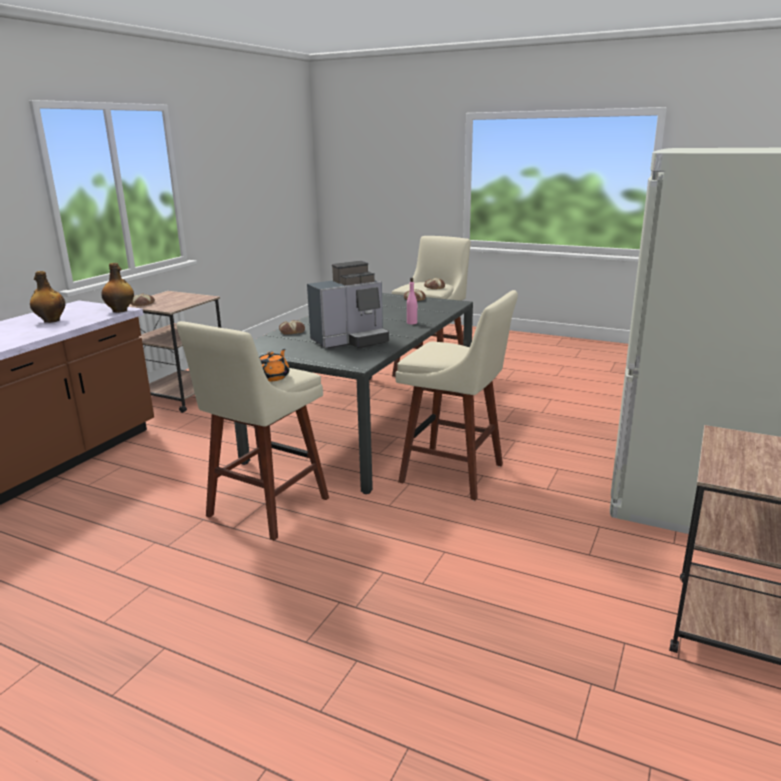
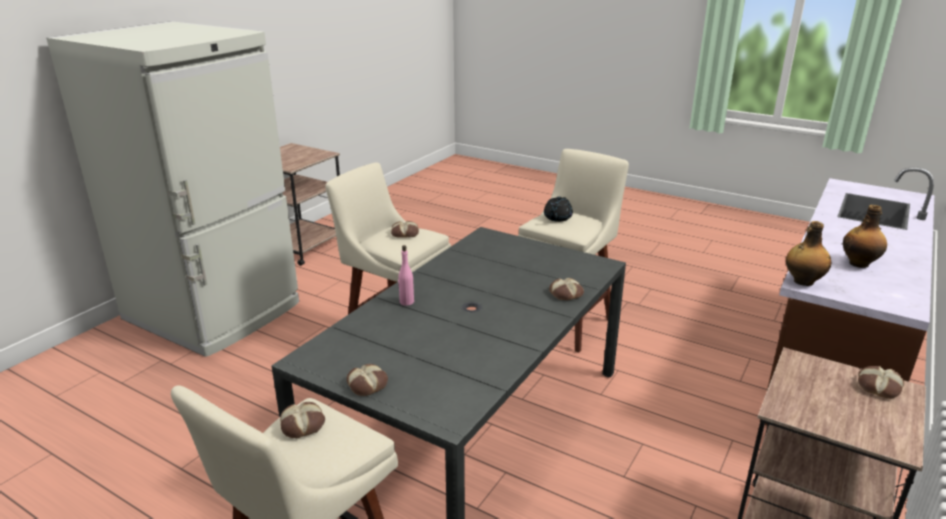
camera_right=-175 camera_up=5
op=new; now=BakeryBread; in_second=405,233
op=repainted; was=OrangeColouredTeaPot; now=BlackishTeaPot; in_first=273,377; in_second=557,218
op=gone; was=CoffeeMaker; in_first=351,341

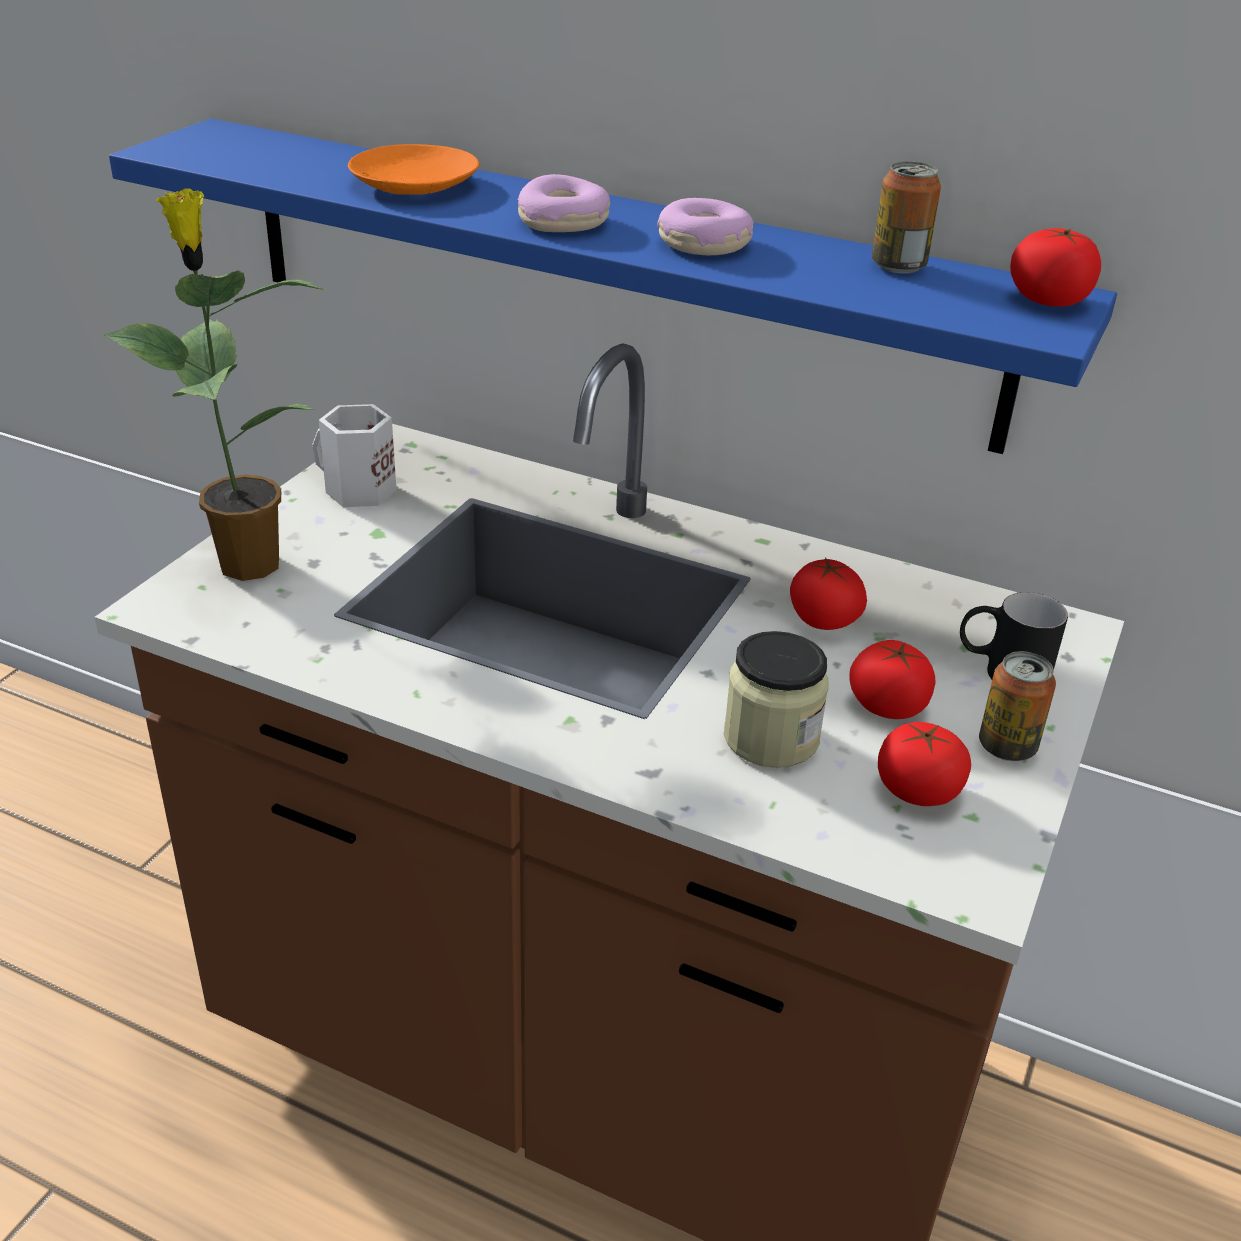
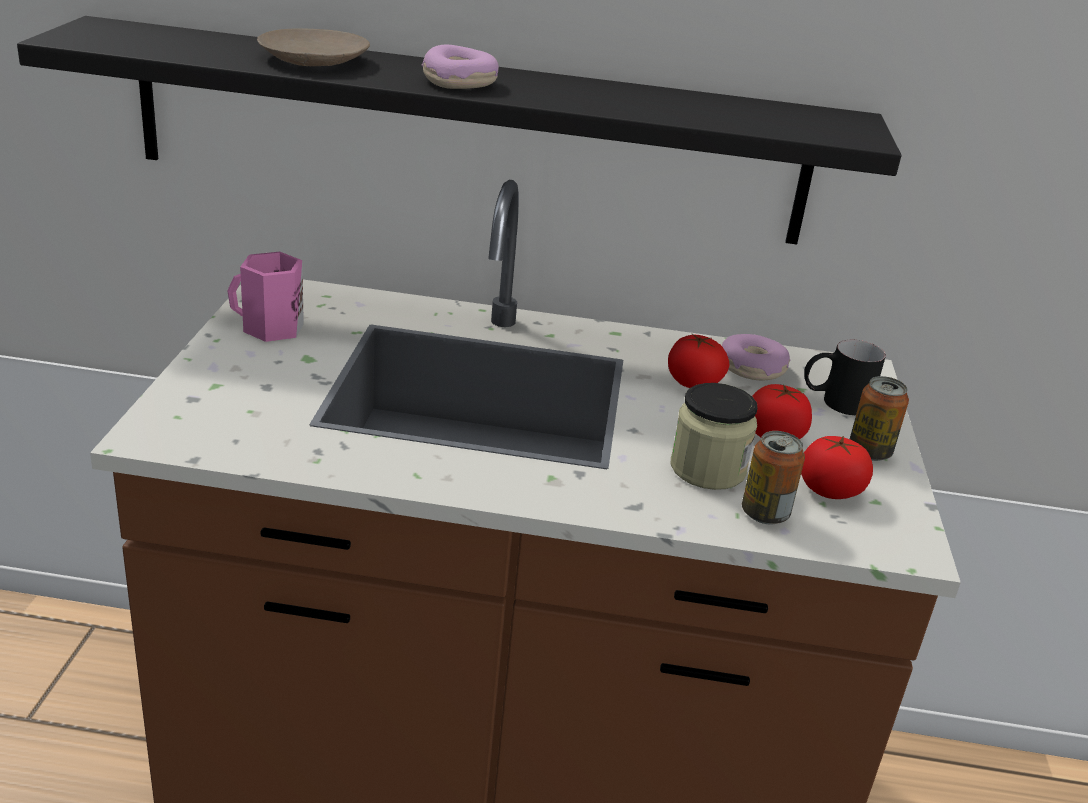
camera_right=-20 camera_up=-5
op=repainted; was=BlueBracketShelf; now=BlackishBracketShelf; in_first=606,278; in_second=470,133
op=repainted; was=WhitishTeaMug; now=PinkishTeaMug; in_first=357,491; in_second=270,328
op=repainted; was=OrangeColouredFlatDish; now=BeigeFlatDish; in_first=414,185; in_second=314,60
op=shifted; was=Doughnut; in_first=704,244; in_second=752,368
op=shifted; was=SealedCan; in_first=898,266; in_second=765,513
op=gone; was=PlantInAPot; in_first=246,562
op=gone; was=WholeTomato; in_first=1048,300

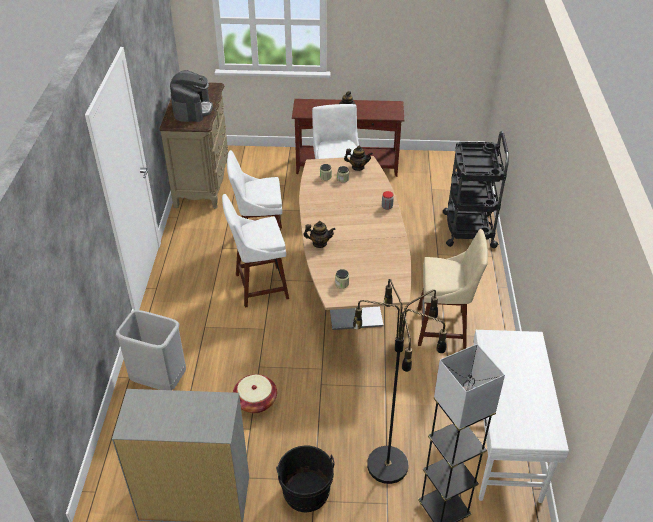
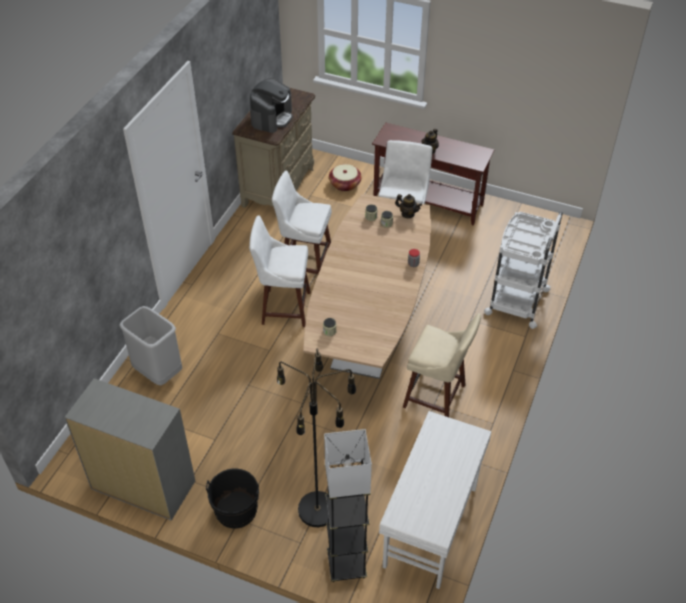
camera_right=20 camera_up=5
op=shifted; was=StorageBasket; in_first=255,401; in_second=345,184
op=repainted; was=BlackishTrolley; now=WhitishTrolley; in_first=468,229; in_second=516,302
op=gone; was=TeaPot; in_first=319,243

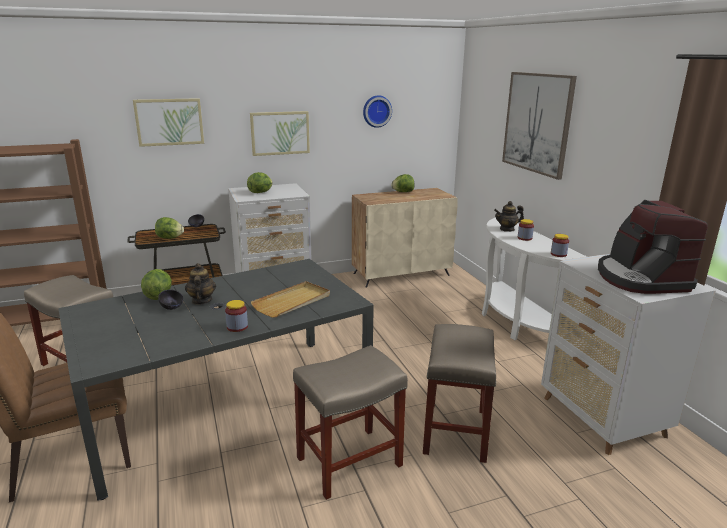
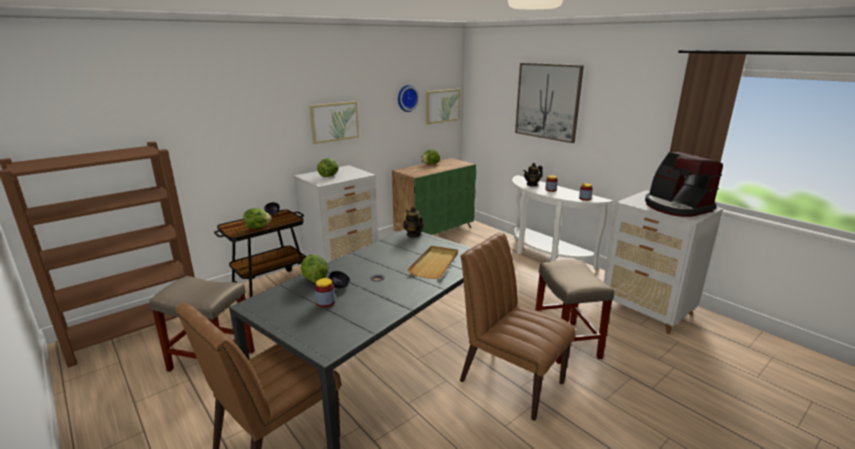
camera_right=-20 camera_up=0
op=shifted; was=StorageJar; in_first=237,327; in_second=325,302
op=repainted; was=BeigeCabinet; now=GreenColouredCabinet; in_first=401,274; in_second=434,232
op=shifted; was=TeaPot; in_first=201,300; in_second=413,234
op=shifted; was=WallArt; in_first=169,122; in_second=442,106
op=swapped; was=BeigeStool; now=BrownColouredChair; in_first=350,461; in_second=512,382

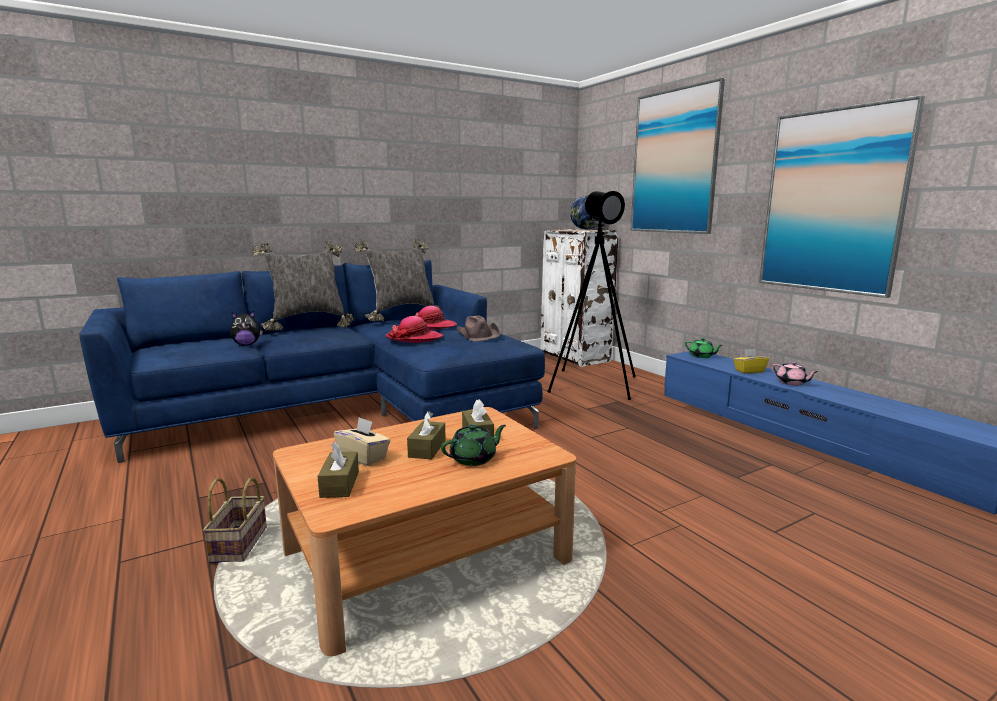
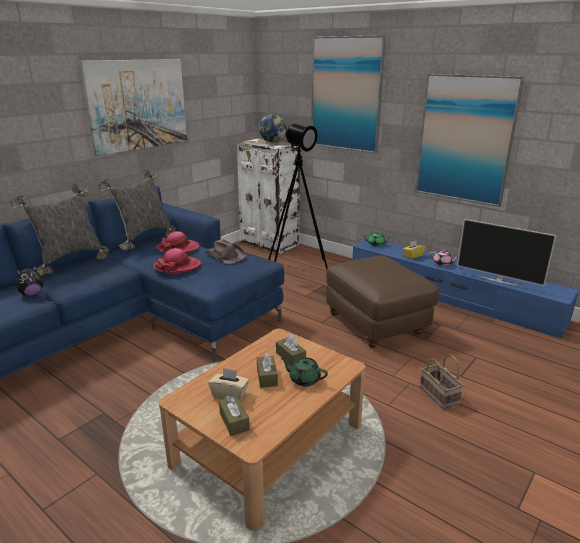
camera_right=-20 camera_up=10
op=new; now=WallArt; in_second=138,105
op=rotated; was=GreenColouredTeaPot; in_first=474,459; in_second=304,379; clockwise=-105
op=new; now=BrownColouredFootrest; in_second=377,323
op=shifted; was=StorageBasket; in_first=240,545; in_second=440,395
op=new; now=Television; in_second=498,280

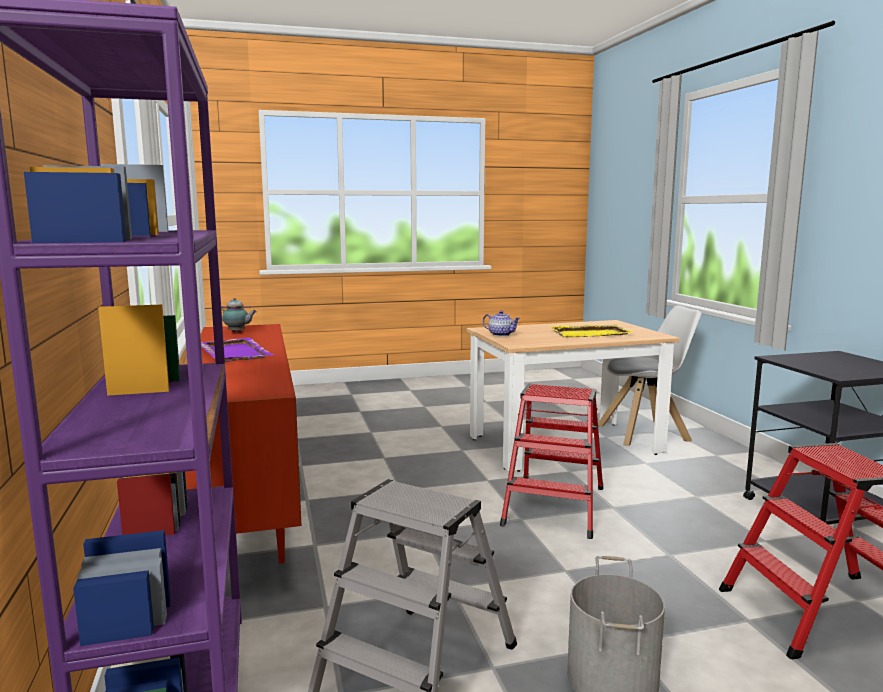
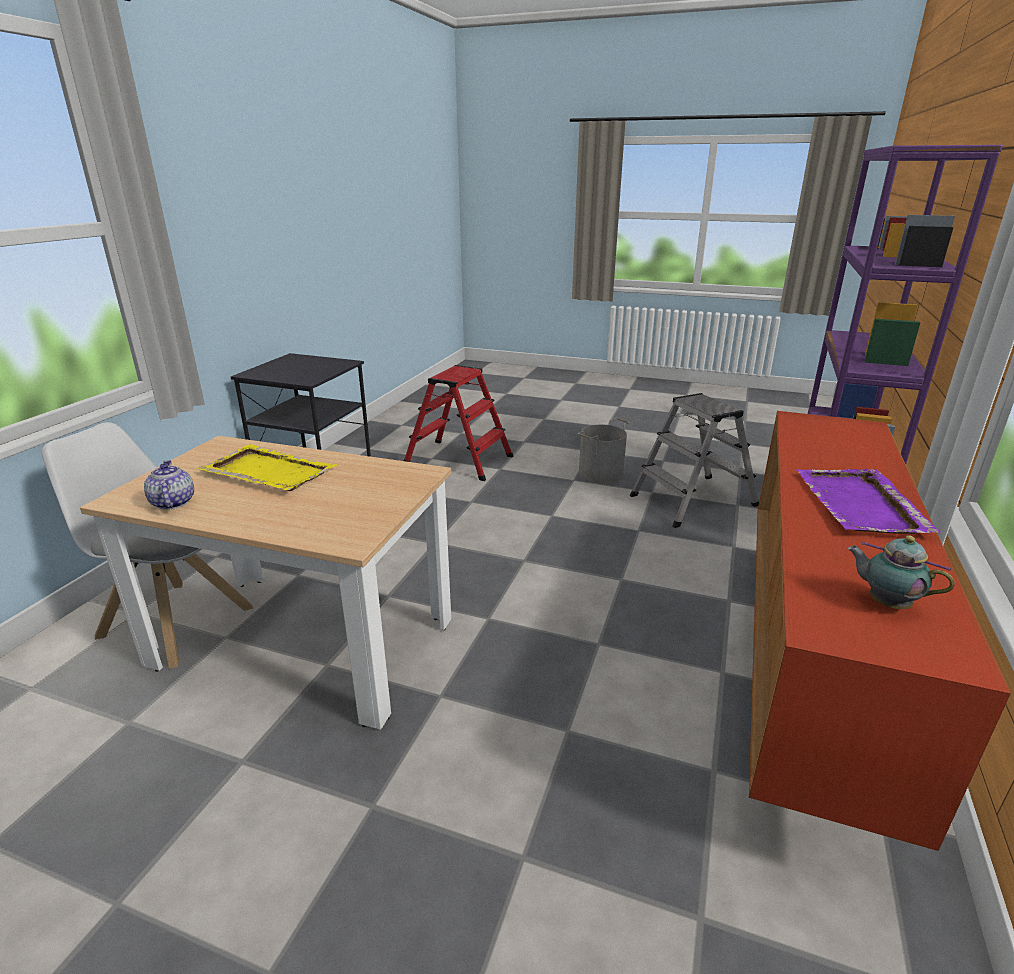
camera_right=-145 camera_up=15
op=shifted; was=TeaPot; in_first=500,334; in_second=172,503
op=gone; was=RedColouredStepladder; in_first=555,505

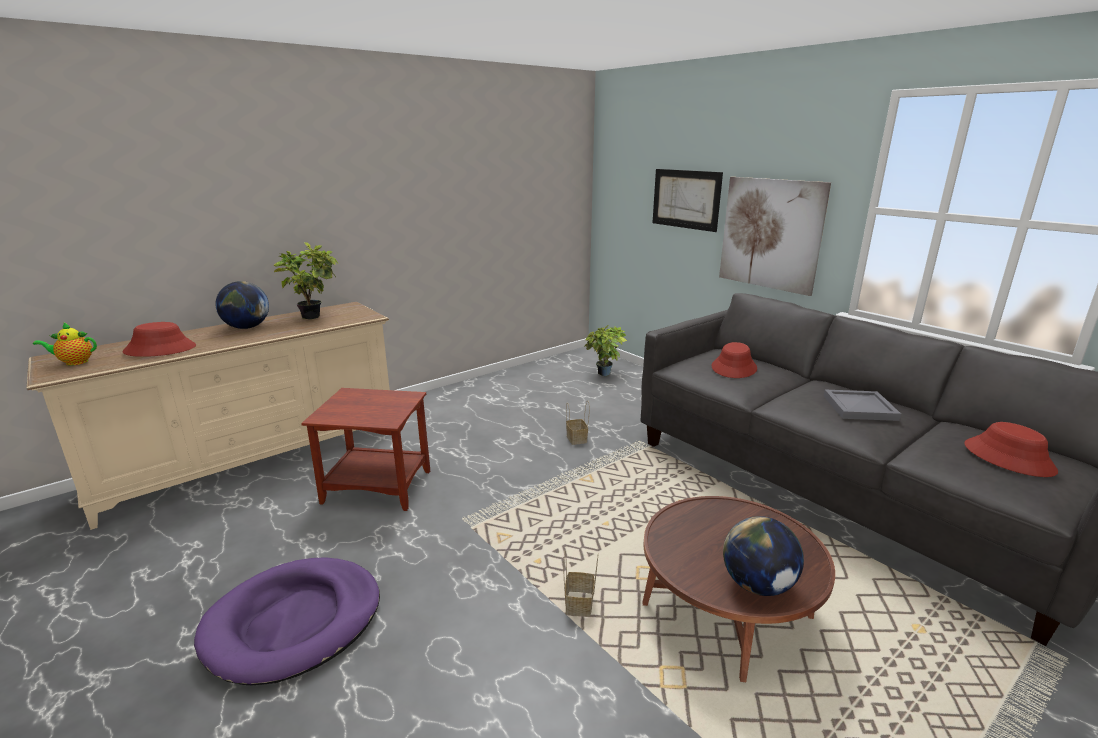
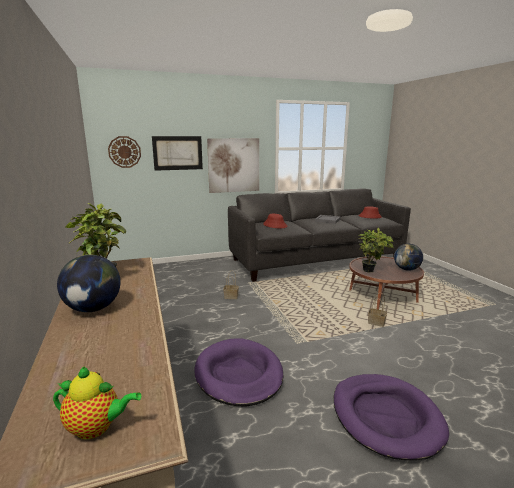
camera_right=-70 camera_up=-5
op=rotated; was=TeaPot; in_first=74,362; in_second=97,428; clockwise=-90
op=new; now=ClockOnTheWall; in_second=124,152
op=swapped; was=BrownColouredSideTable; now=PurplishDogBed; in_first=376,487; in_second=239,374
op=shifted; was=PlantInAPot; in_first=604,375; in_second=371,271
op=gone; was=RedColouredClothingHat; in_first=160,349

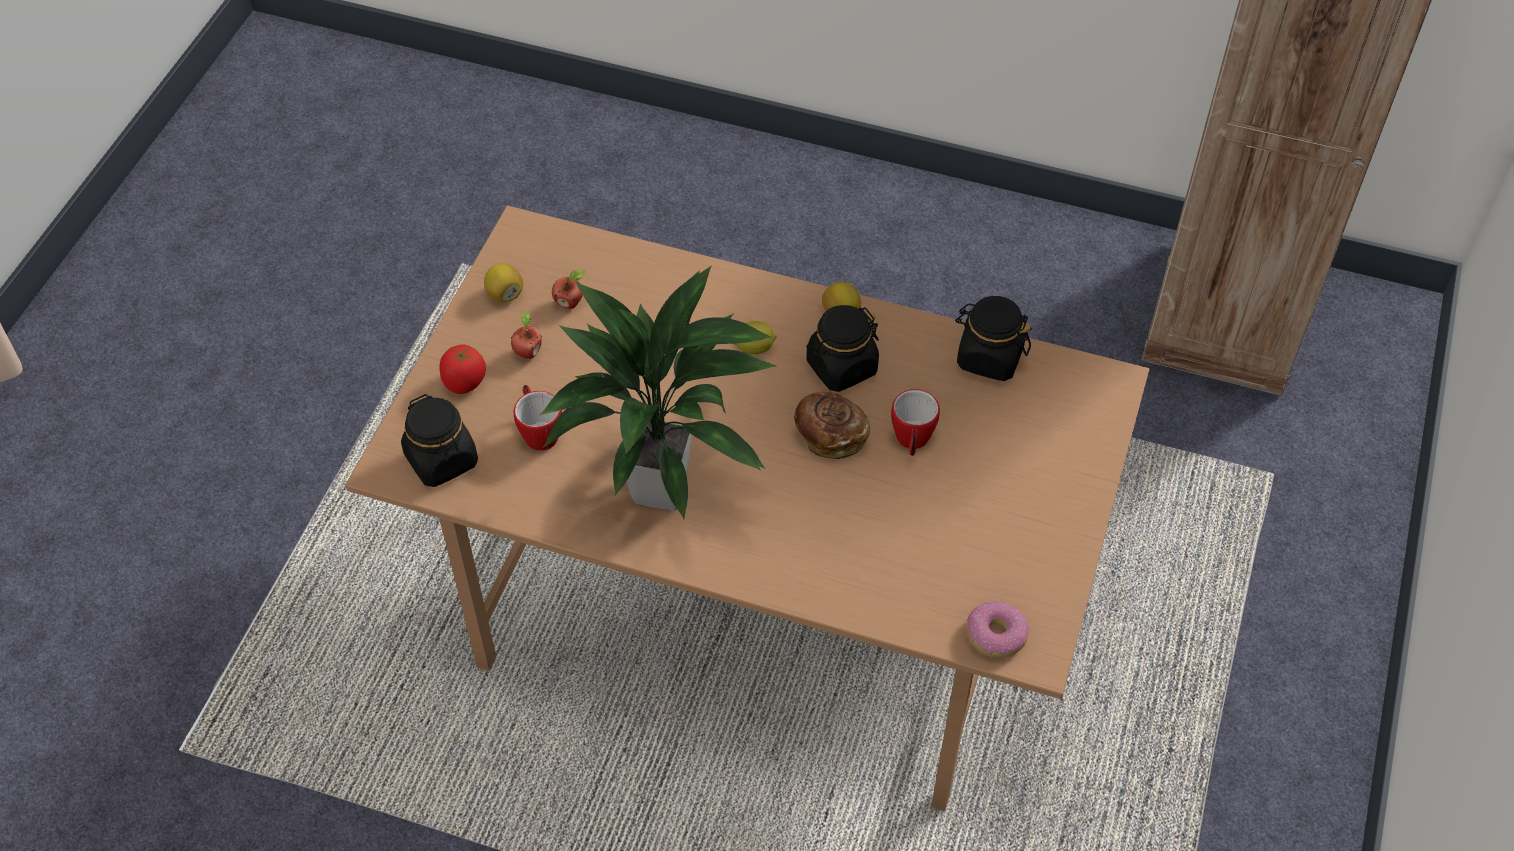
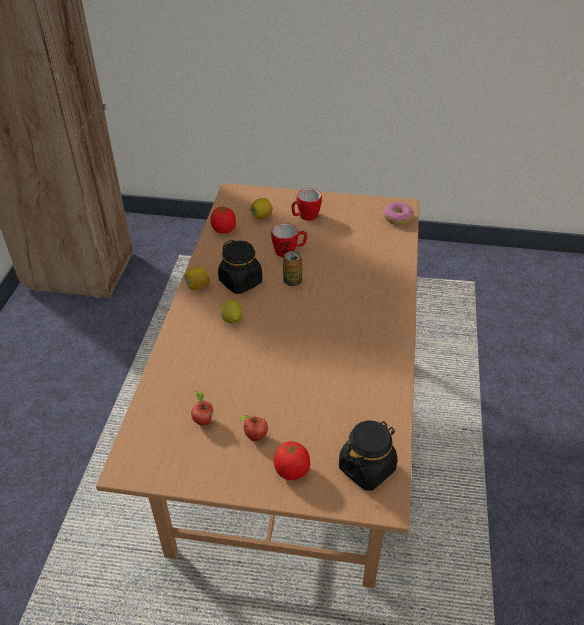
camera_right=-100 camera_up=-10
op=swapped; was=BlackishStorageJar; now=WholeTomato; in_first=989,357; in_second=224,230
op=shifted; was=WholeLemon; in_first=505,294; in_second=261,216
op=swapped; was=BakeryBread; now=SealedCan; in_first=830,435; in_second=292,281
op=shifted; was=TeaMug; in_first=539,431; in_second=305,217
op=gone; was=PlantInAPot; in_first=662,492

